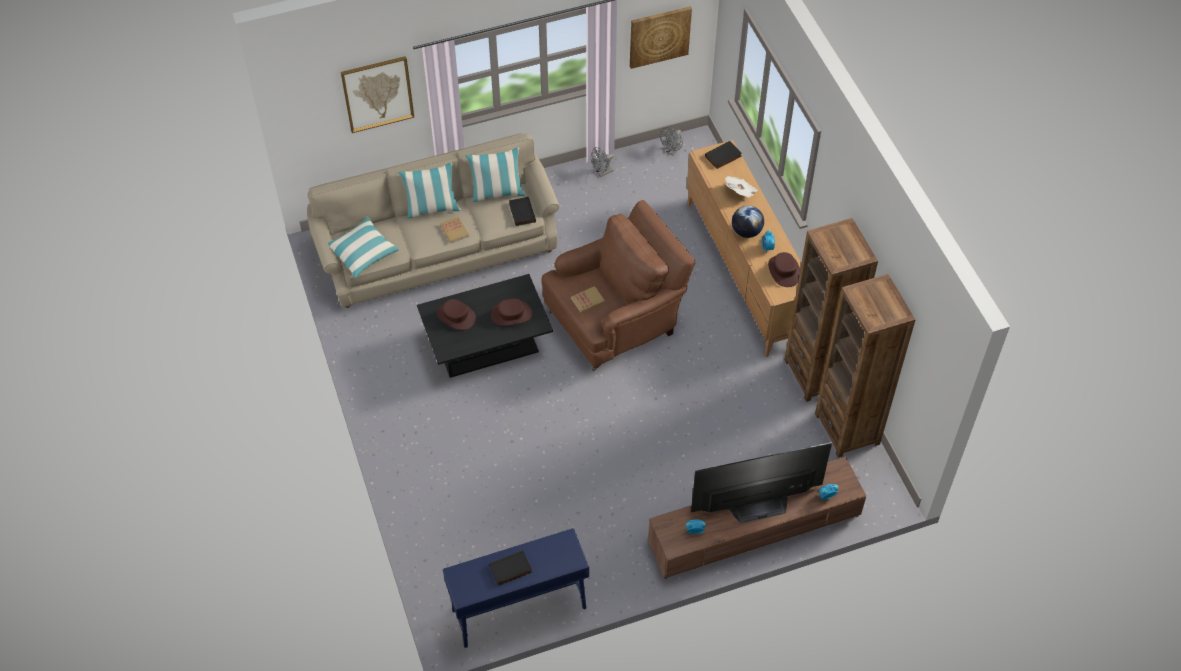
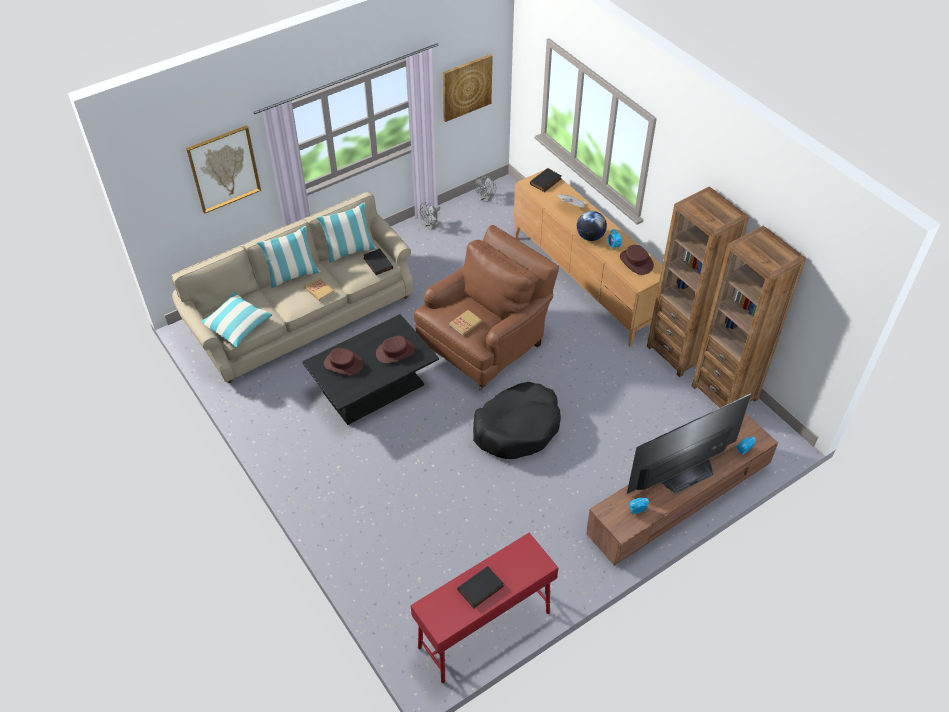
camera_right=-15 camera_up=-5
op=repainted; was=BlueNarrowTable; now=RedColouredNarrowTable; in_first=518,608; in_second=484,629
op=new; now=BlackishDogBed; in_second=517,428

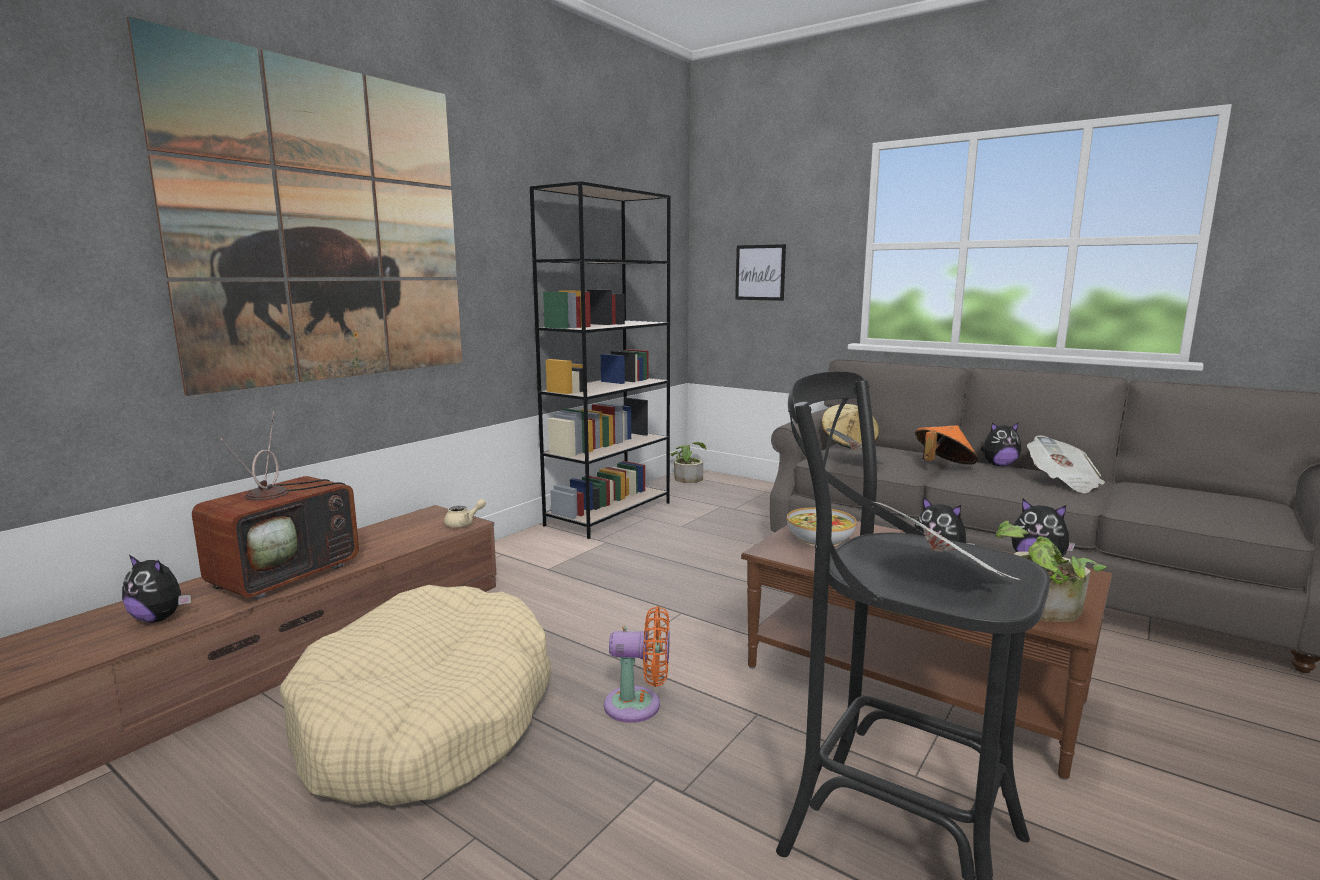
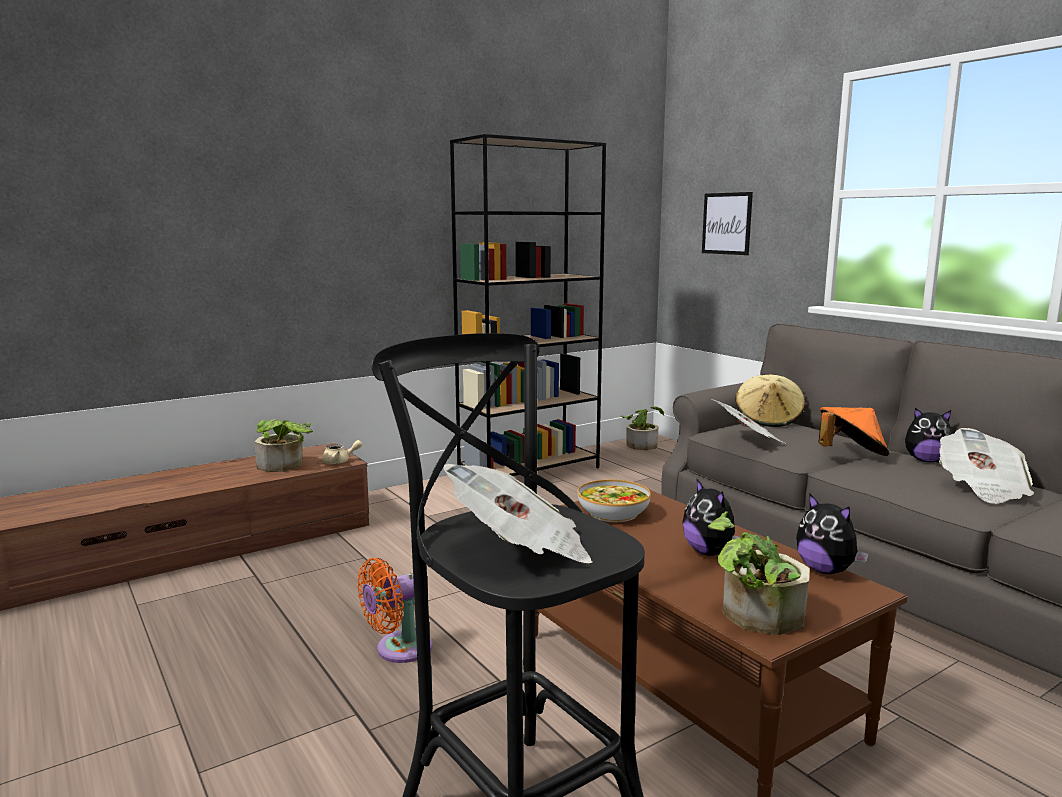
camera_right=20 camera_up=0
op=new; now=PlantInAPot; in_second=284,466
op=rotated; was=OrangeColouredFan; in_first=639,705; in_second=398,649; clockwise=120
op=gone; was=SoftToy; in_first=160,618
op=gone; was=WallArt; in_first=328,227
op=gone; was=Television; in_first=287,574
op=gone; was=BeigeDogBed; in_first=427,719

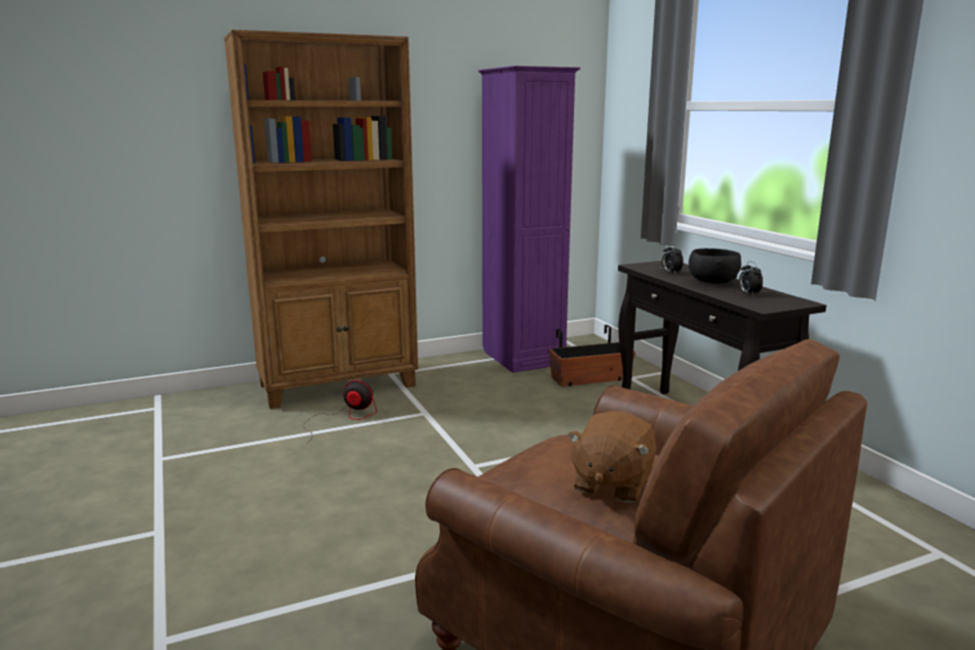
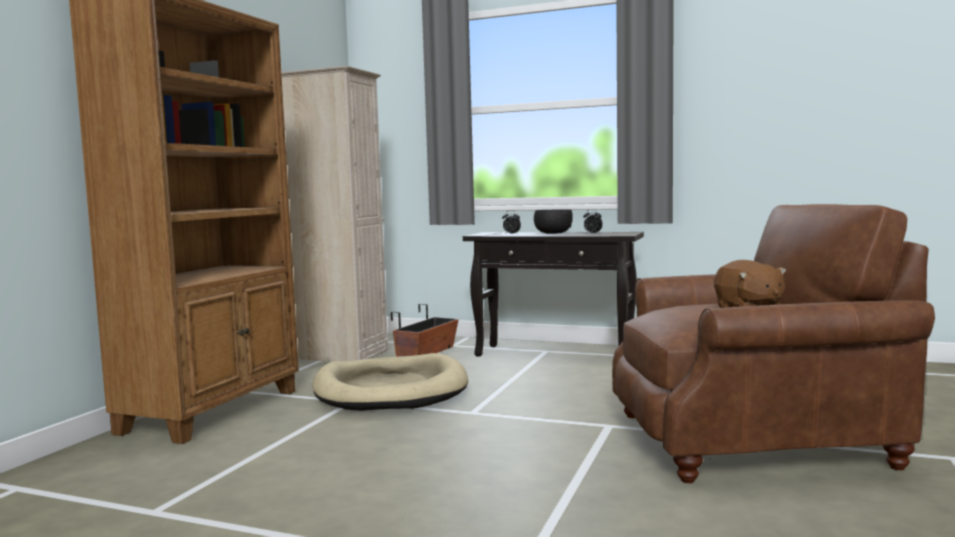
camera_right=-45 camera_up=-10
op=repainted; was=PurplishCabinet; now=BeigeCabinet; in_first=524,357; in_second=343,354
op=new; now=BeigeDogBed; in_second=390,390
op=gone; was=Fan; in_first=343,418

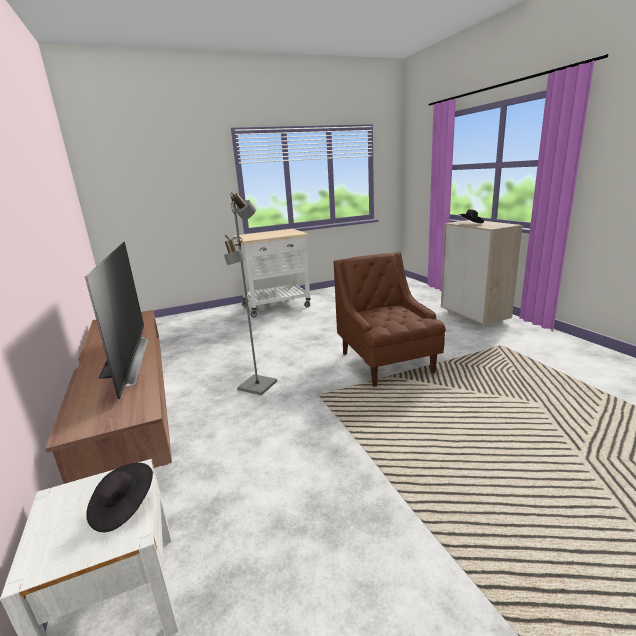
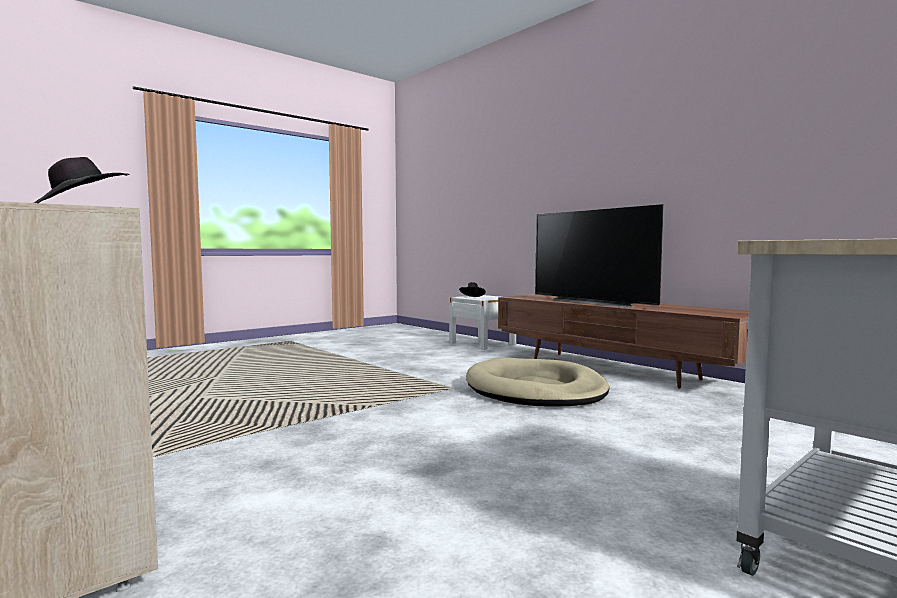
camera_right=160 camera_up=-15
op=swapped; was=GreyishStandingLamp; now=BeigeDogBed; in_first=257,385; in_second=535,390
op=gone; was=BrownColouredEasyChair; in_first=387,363

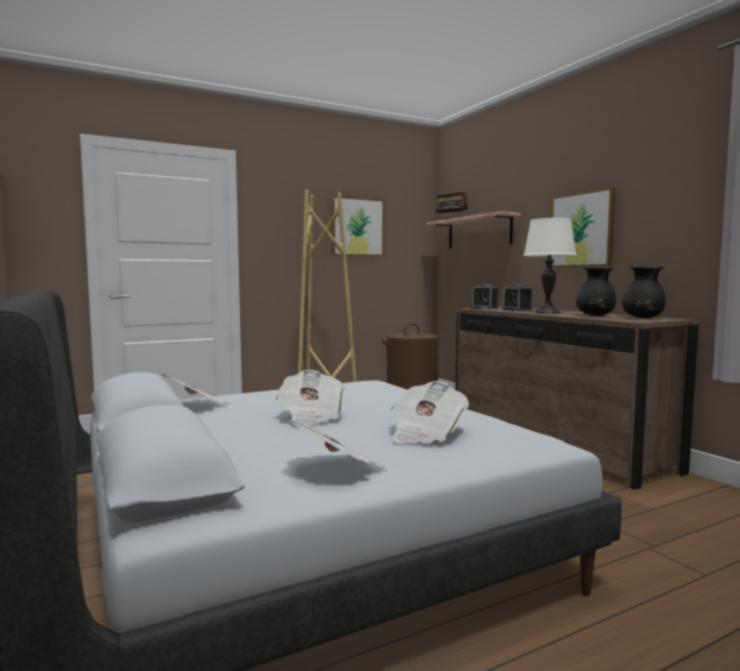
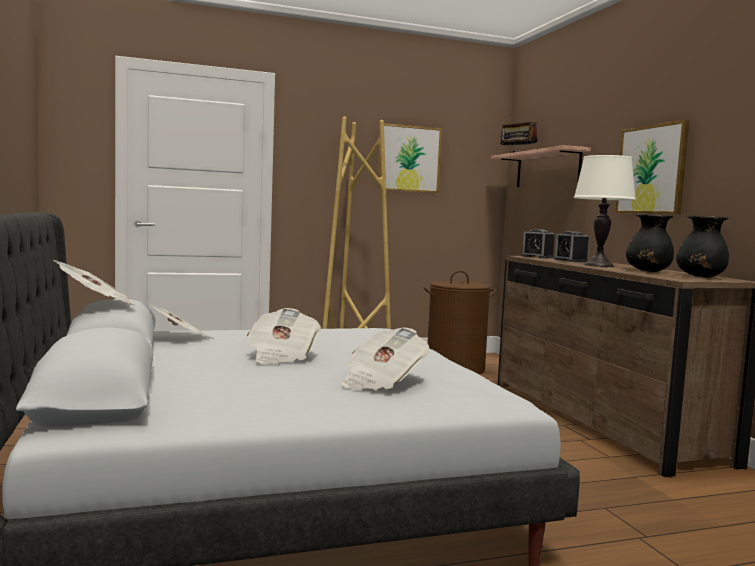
camera_right=10 camera_up=0
op=shifted; was=PrintedPaper; in_first=338,469; in_second=96,304

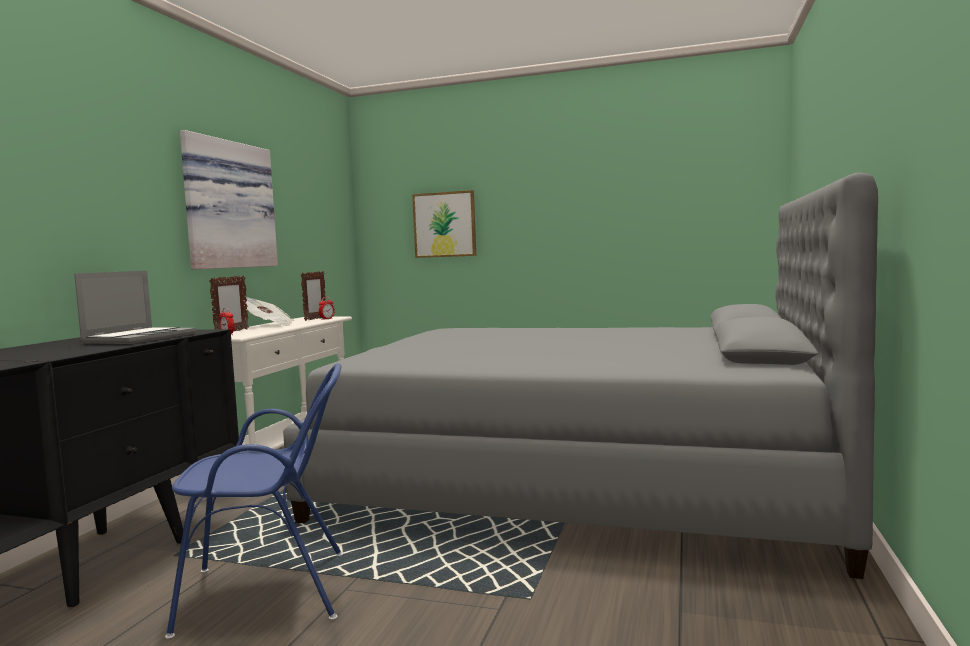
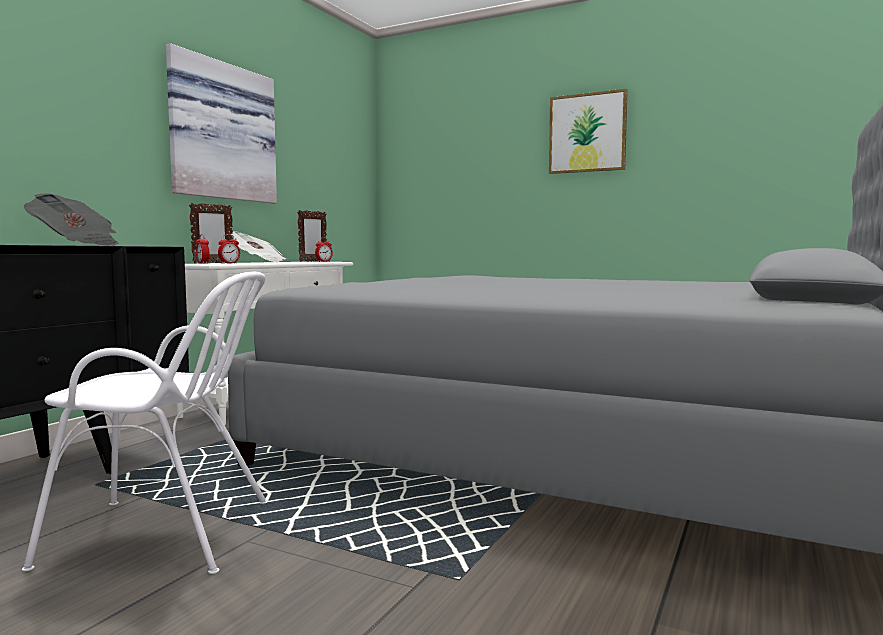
camera_right=10 camera_up=0
op=repainted; was=BlueChair; now=WhitishChair; in_first=273,590; in_second=168,533
op=swapped; was=NotebookComputer; now=PrintedPaper; in_first=140,338; in_second=77,245
op=new; now=AlarmClock; in_second=229,263
op=shifted; was=WallArt; in_first=444,224; in_second=587,133

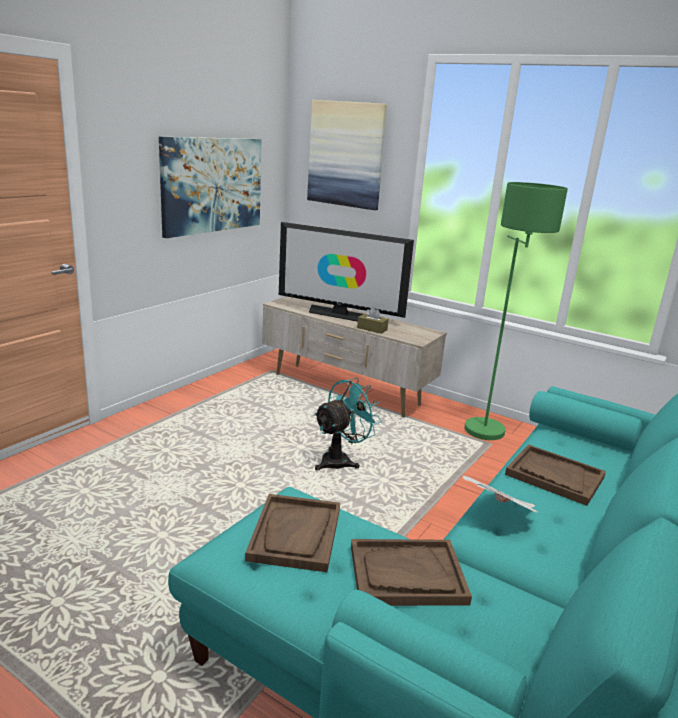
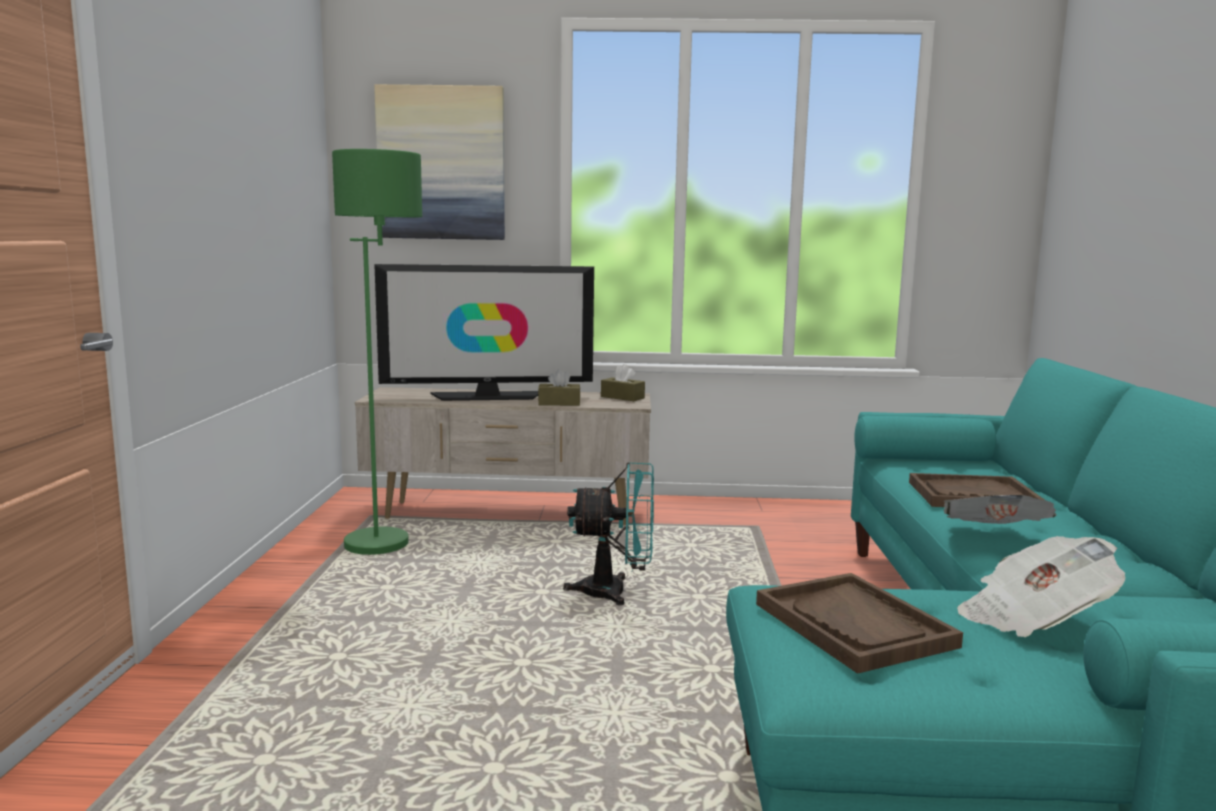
camera_right=-30 camera_up=-10
op=shifted; was=GreenColouredStandingLamp; in_first=489,436; in_second=386,550
op=rotated; was=BlueGreenFan; in_first=341,460; in_second=616,592; clockwise=75
op=new; now=BrownColouredTissueBox; in_second=622,397
op=swapped; was=BrownColouredCarryingTray; now=PrintedPaper; in_first=406,575; in_second=1033,619
op=gone; was=WallArt; in_first=212,185

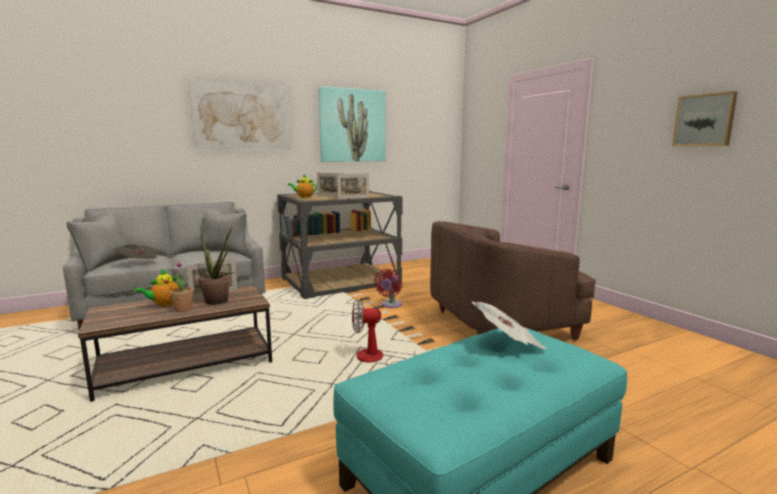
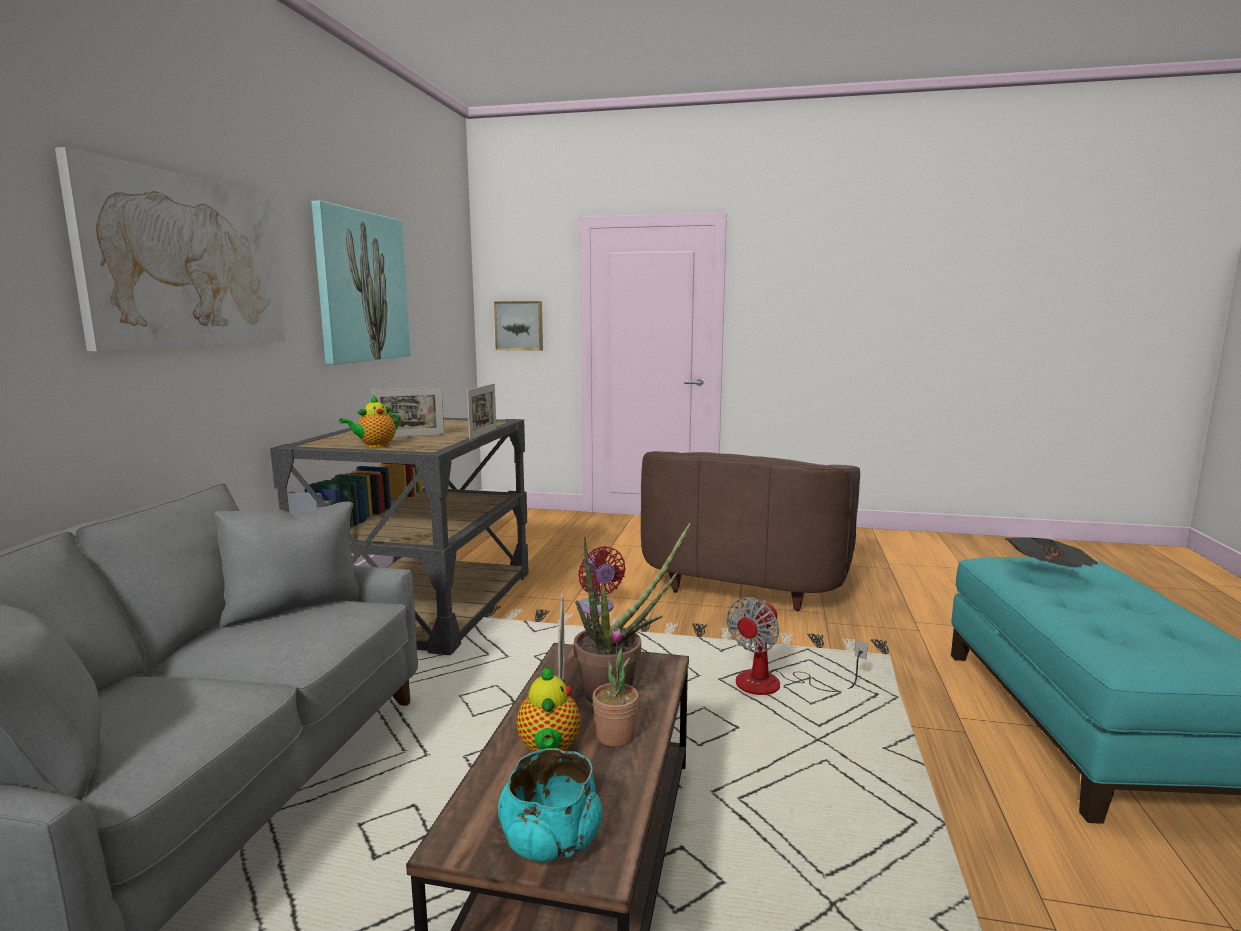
camera_right=-50 camera_up=0
op=shifted; was=WallArt; in_first=704,120; in_second=519,325
op=new; now=BlueGreenBowl; in_second=551,838
op=gone; was=PrintedPaper; in_first=140,263

